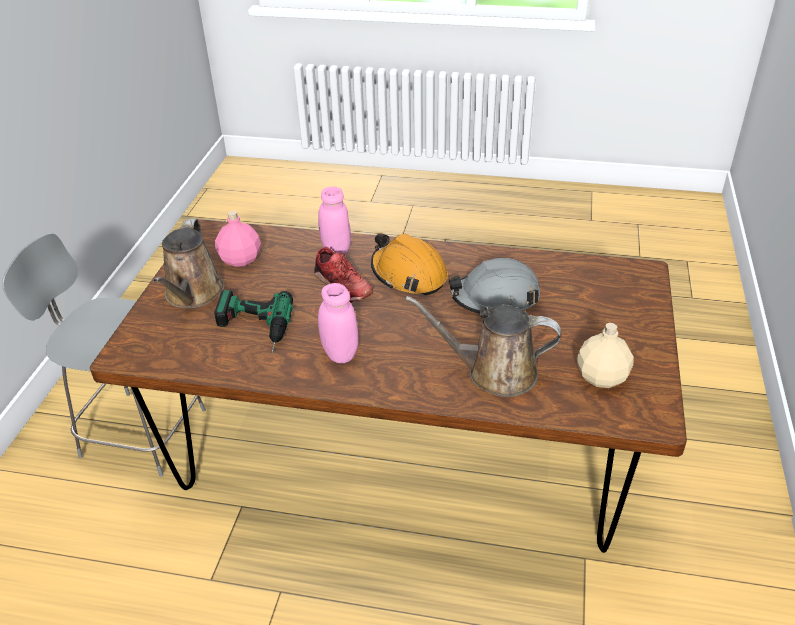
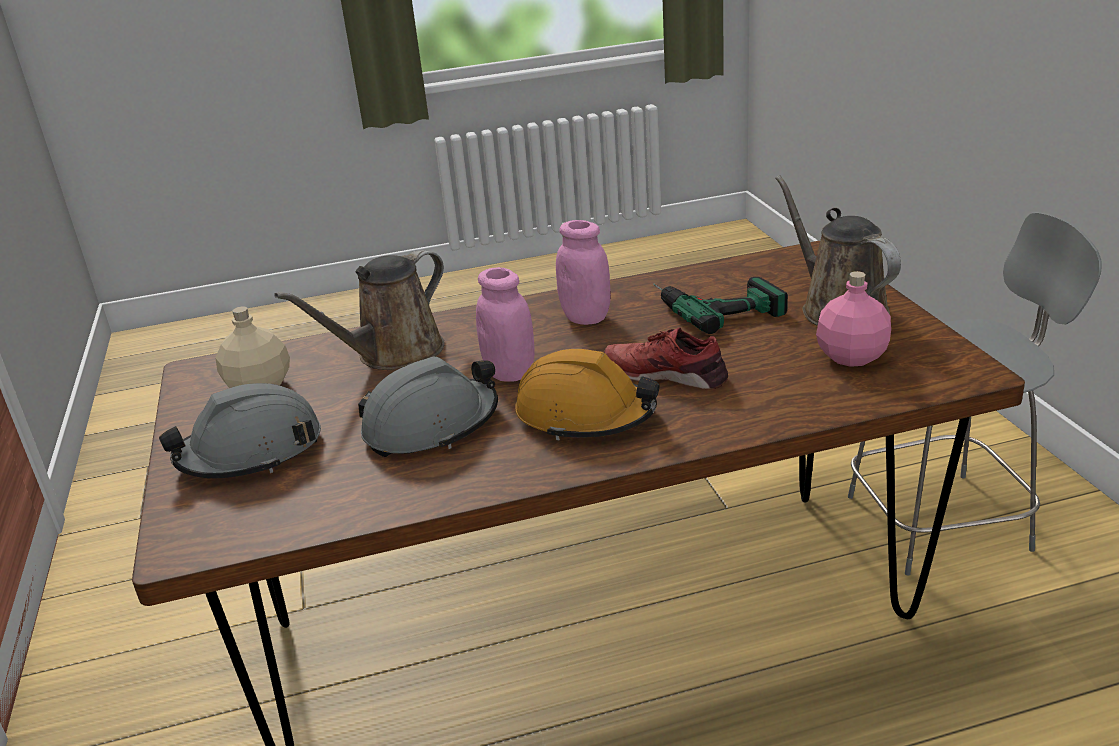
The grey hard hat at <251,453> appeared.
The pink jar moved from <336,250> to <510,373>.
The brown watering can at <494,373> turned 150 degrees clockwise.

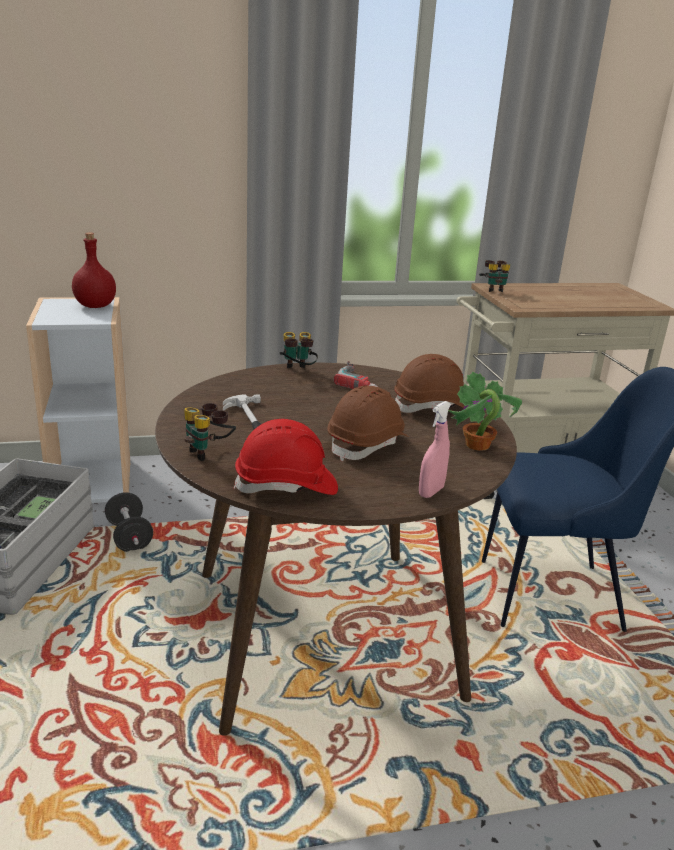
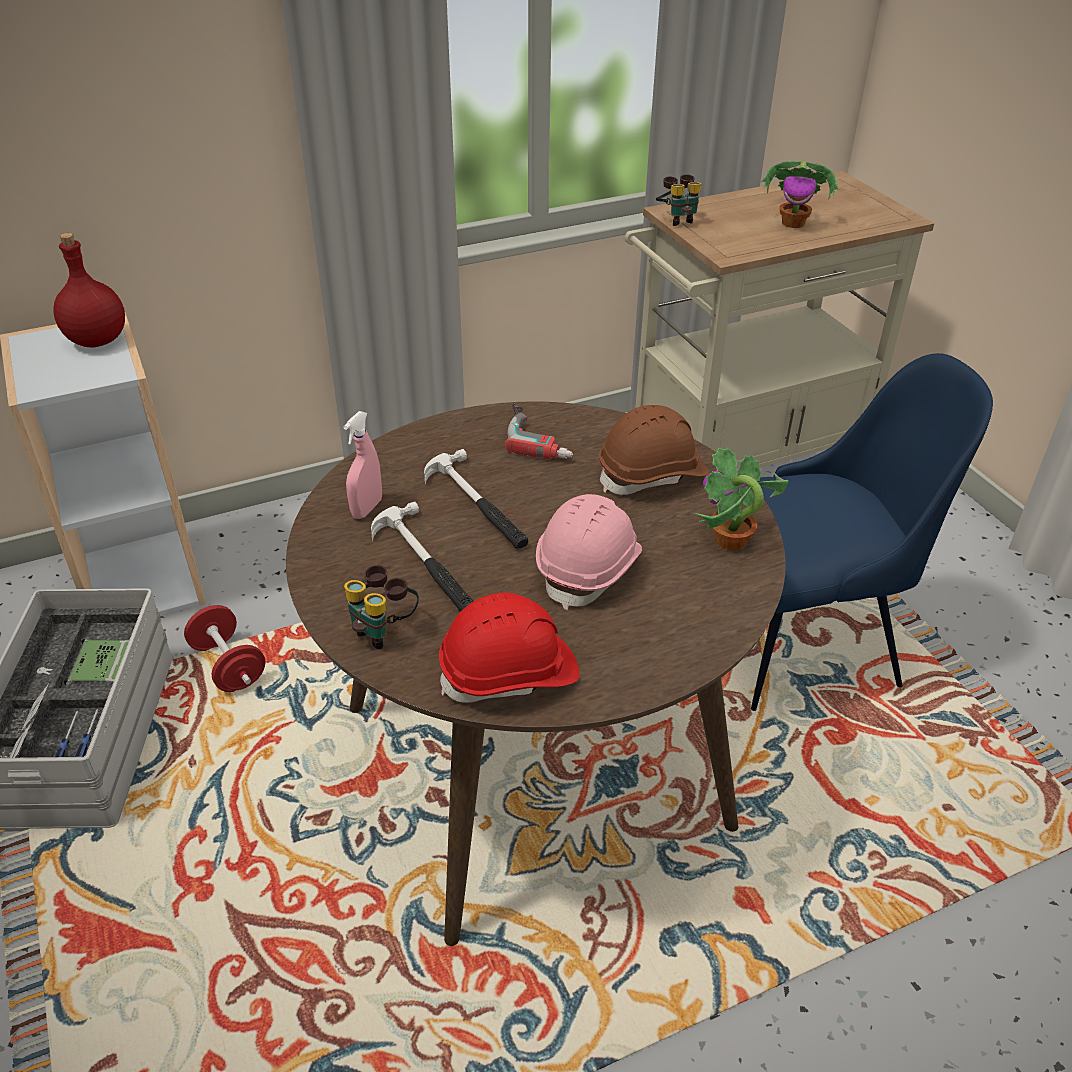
The binoculars at <297,371> disappeared.
The hammer at <477,505> appeared.
The potted plant at <794,223> appeared.
The pink spray bottle moved from <431,492> to <367,508>.
The black dumbbell at <129,537> became the red dumbbell at <229,666>.
The brown hard hat at <368,444> became the pink hard hat at <590,569>.

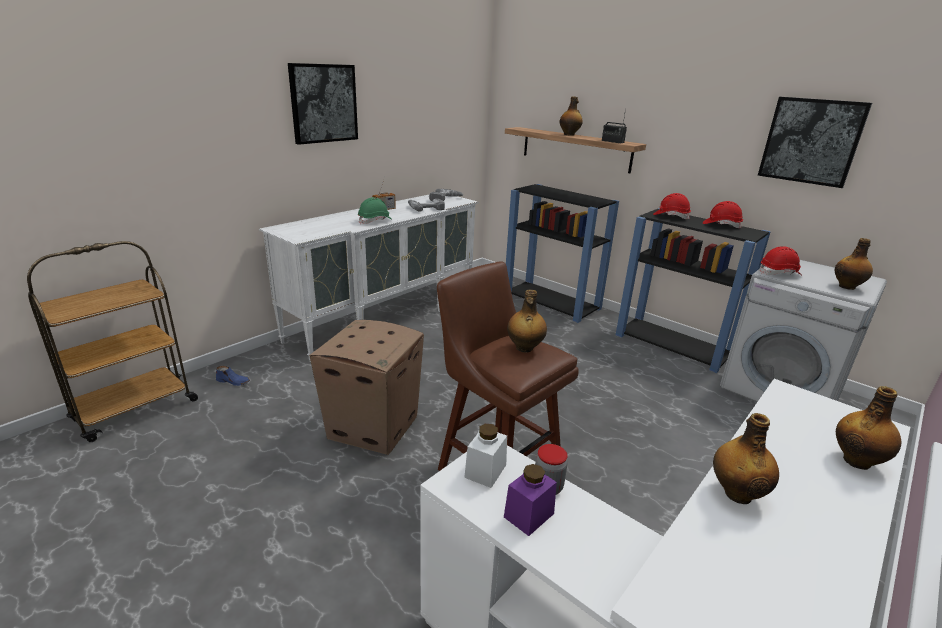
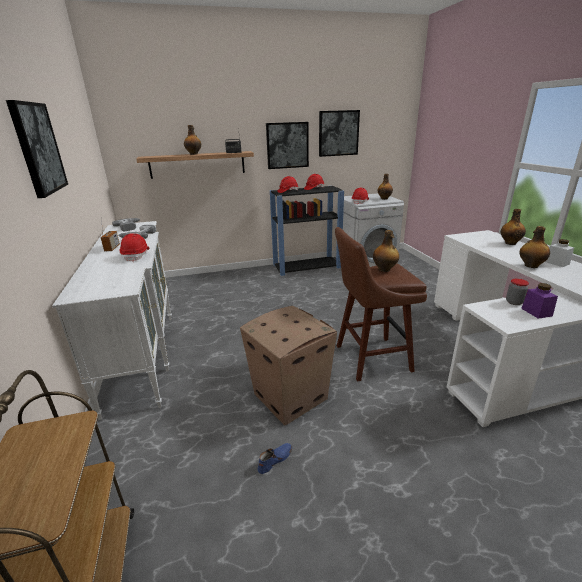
The black bookcase at <551,302> disappeared.
The picture at <287,145> appeared.
The blue shoe moved from <233,381> to <274,460>.
The white jar moved from <485,471> to <557,263>.
The green hard hat at <375,221> became the red hard hat at <136,256>.

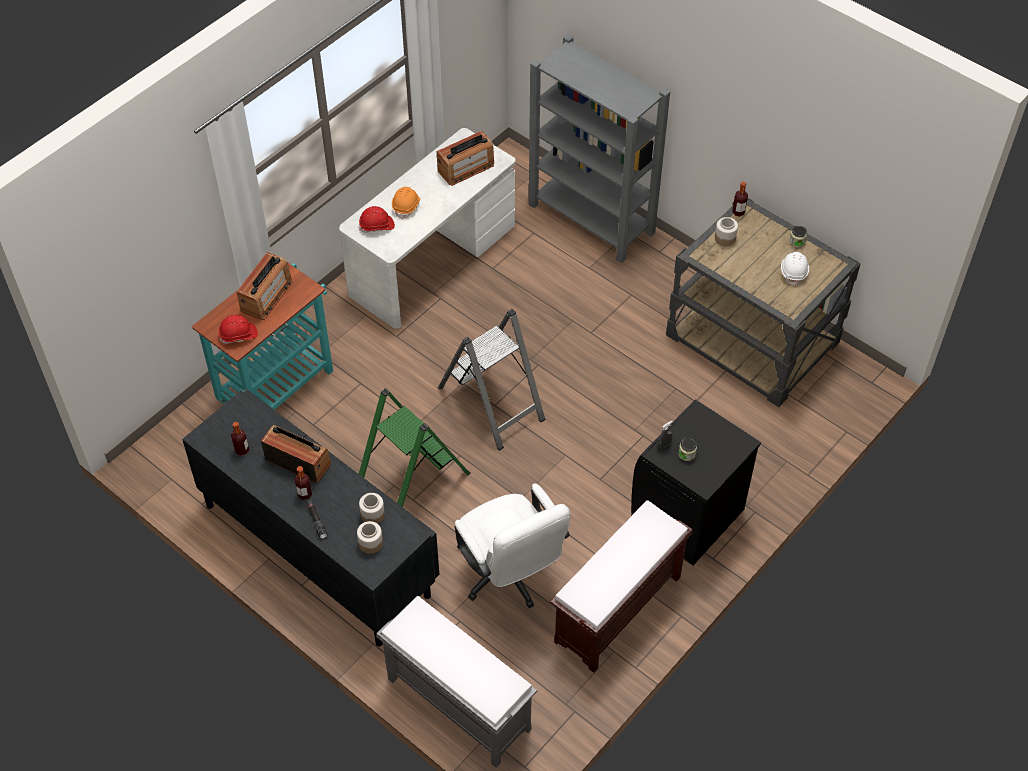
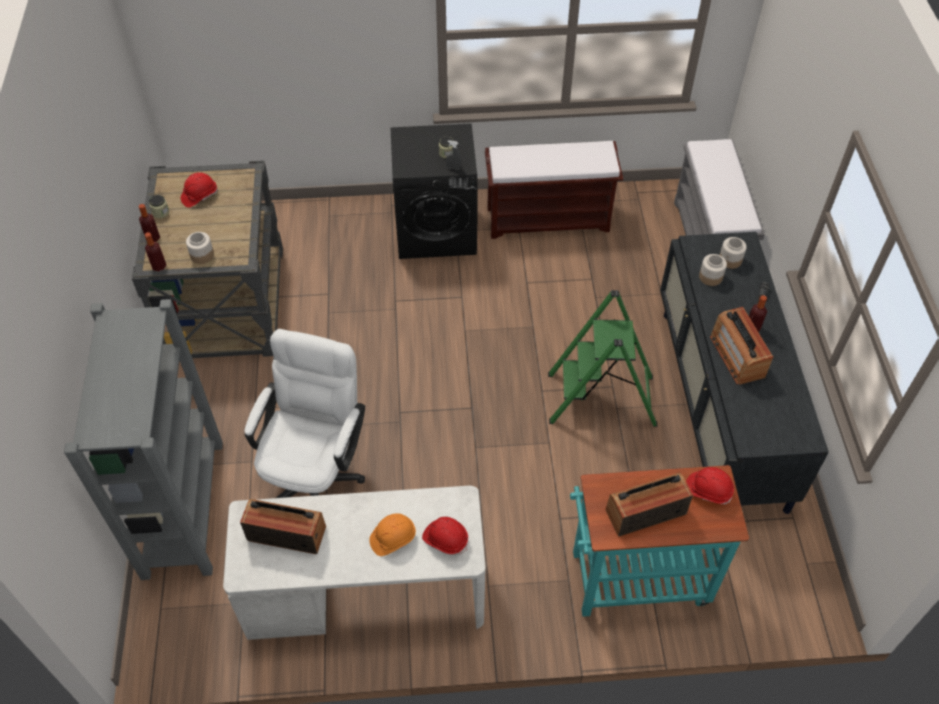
The grey step ladder at <491,404> disappeared.
The bottle moved from <242,450> to <153,238>.
The white office chair moved from <510,575> to <316,473>.
The white hard hat at <794,272> became the red hard hat at <199,196>.

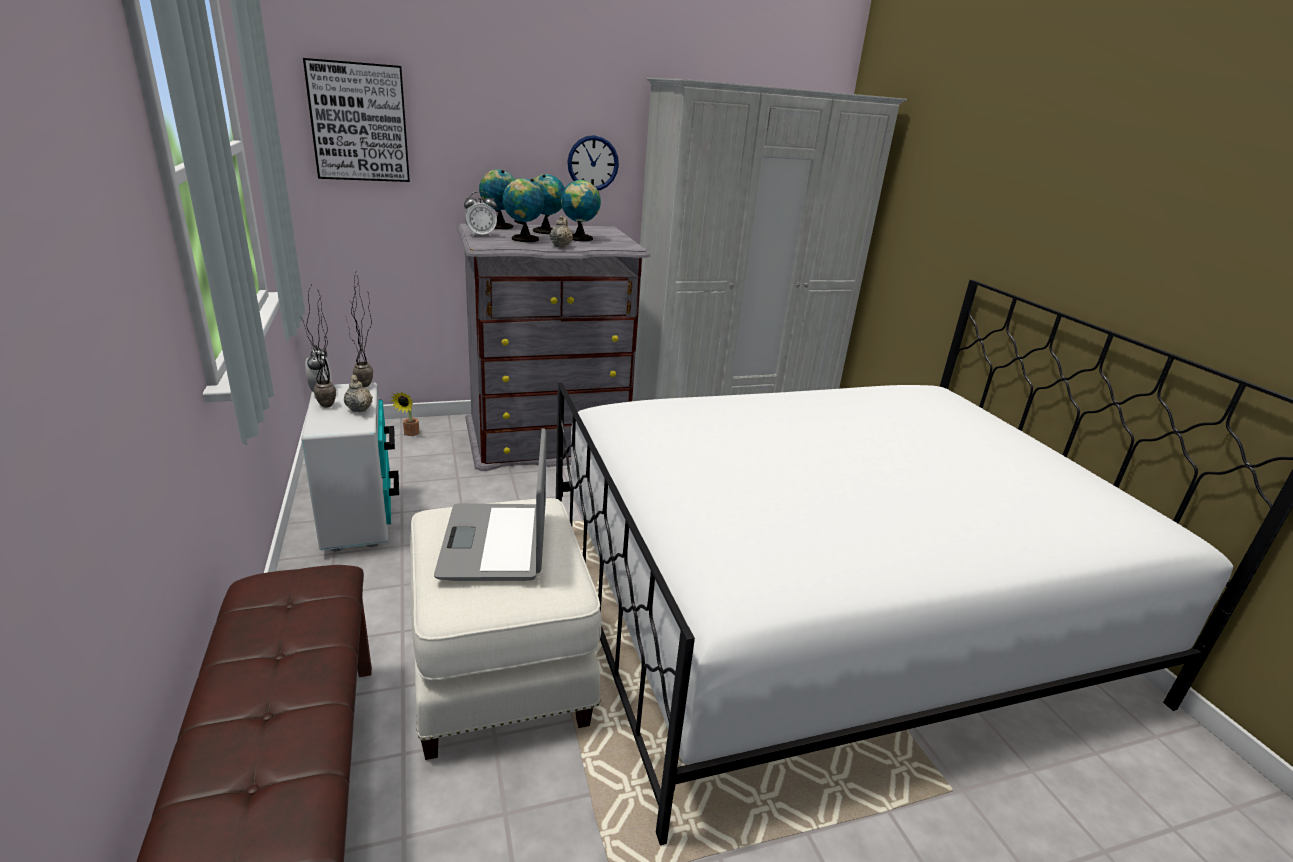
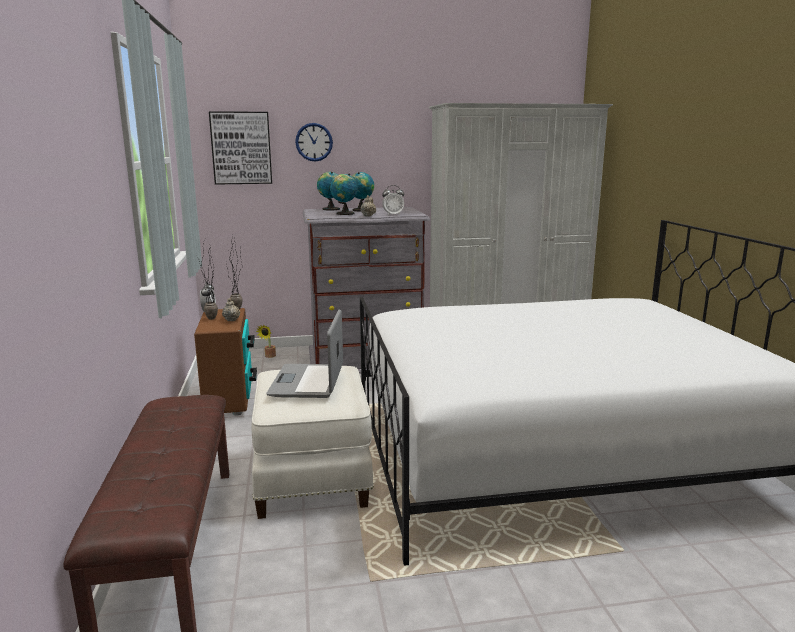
The globe at <579,238> disappeared.
The alarm clock moved from <481,235> to <393,215>.
The wall clock moved from <593,163> to <314,142>.
The white nightstand at <359,521> became the brown nightstand at <230,402>.

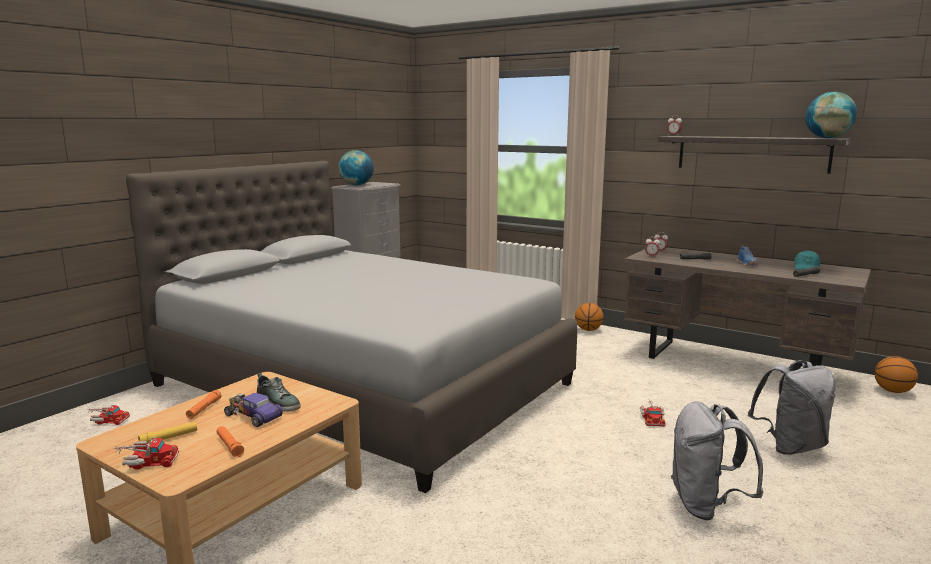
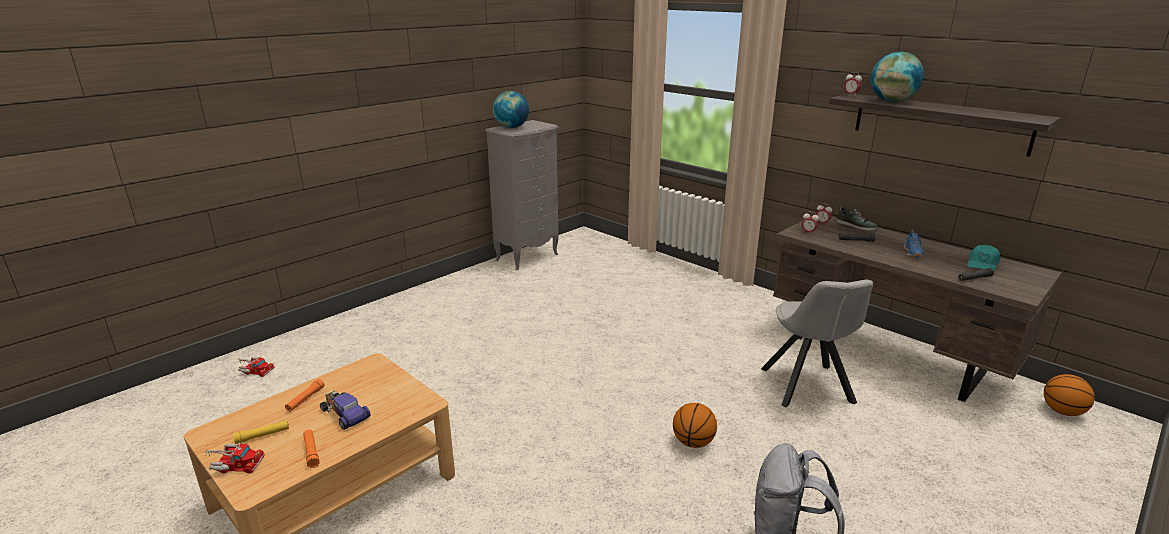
The grey bed at <362,384> disappeared.
The toy truck at <652,418> disappeared.
The grey backpack at <790,446> disappeared.
The grey chair at <807,387> appeared.
The shoe moved from <279,403> to <856,226>.
The basketball moved from <588,330> to <693,442>.
The globe moved from <827,138> to <892,101>.

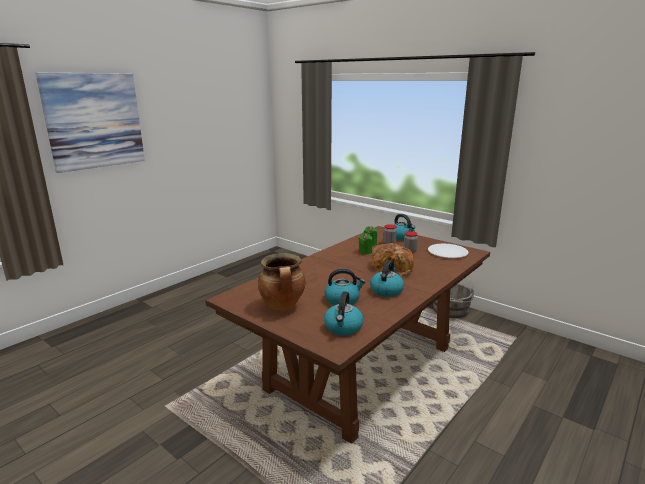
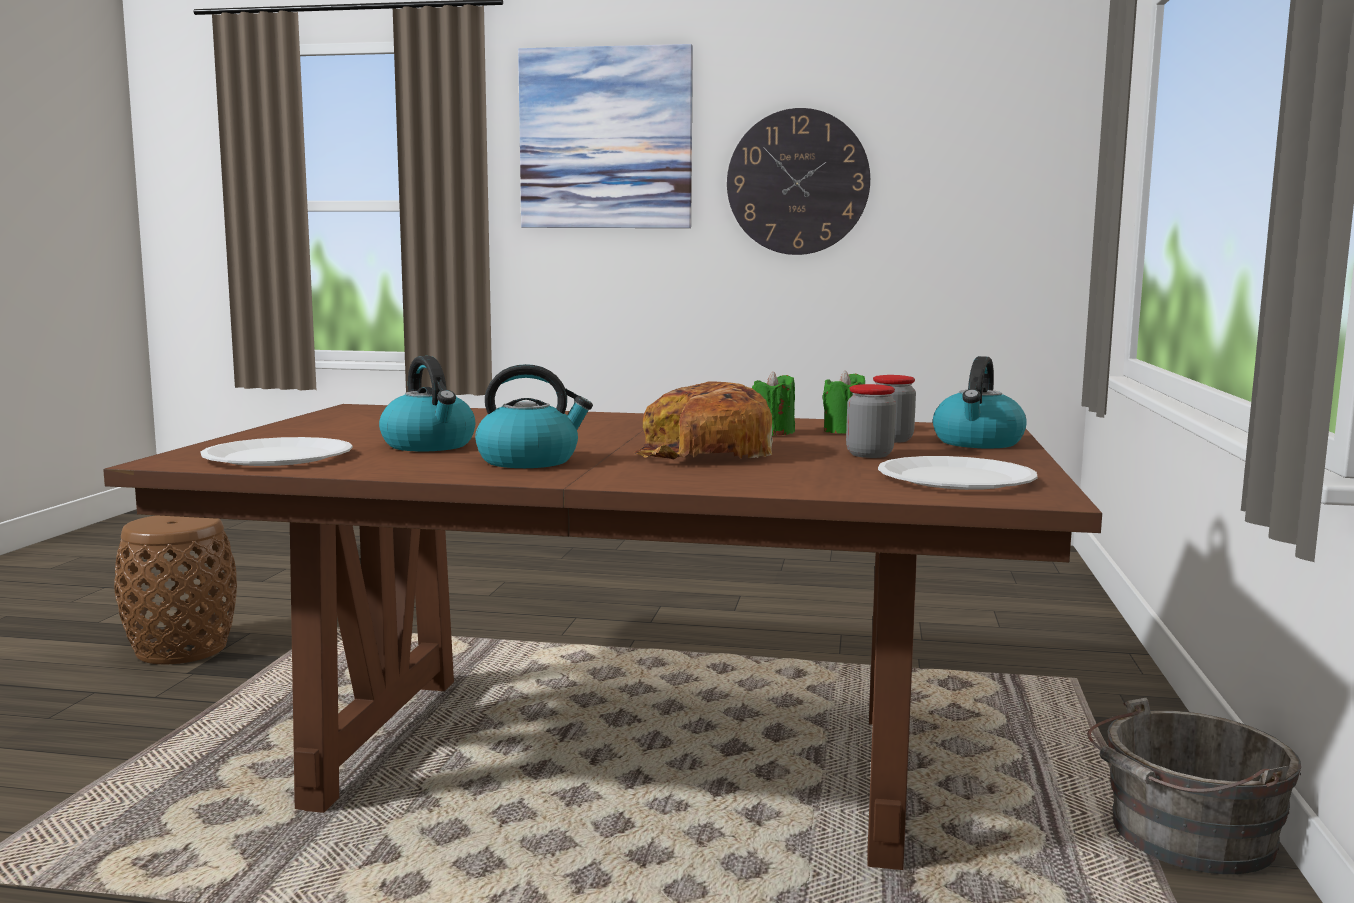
The cooking pot at <283,306> disappeared.
The brown stool at <182,650> appeared.
The wall clock at <798,182> appeared.
The kettle at <343,328> was replaced by the white plate at <278,456>.

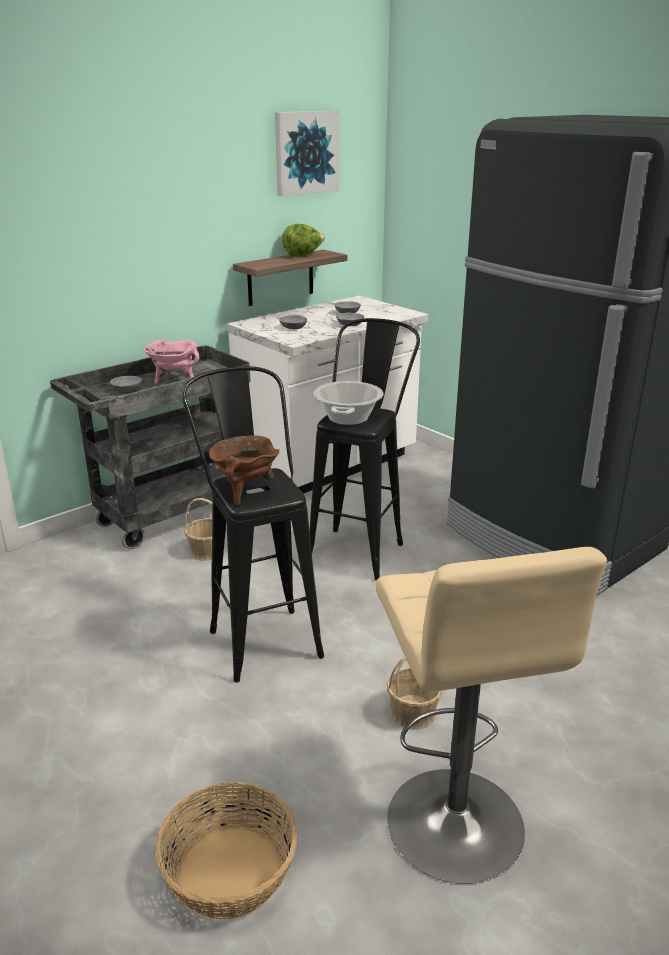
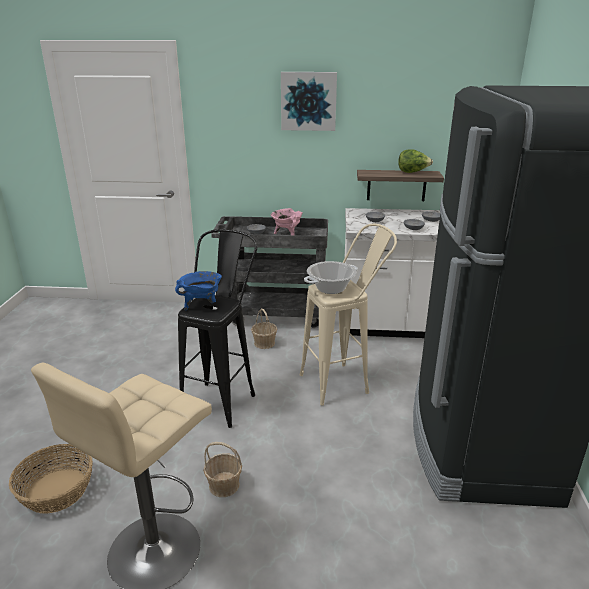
The picture moved from <306,152> to <308,101>.
The brown cooking pot at <245,491> became the blue cooking pot at <202,305>.
The black stool at <361,546> became the beige stool at <343,381>.

